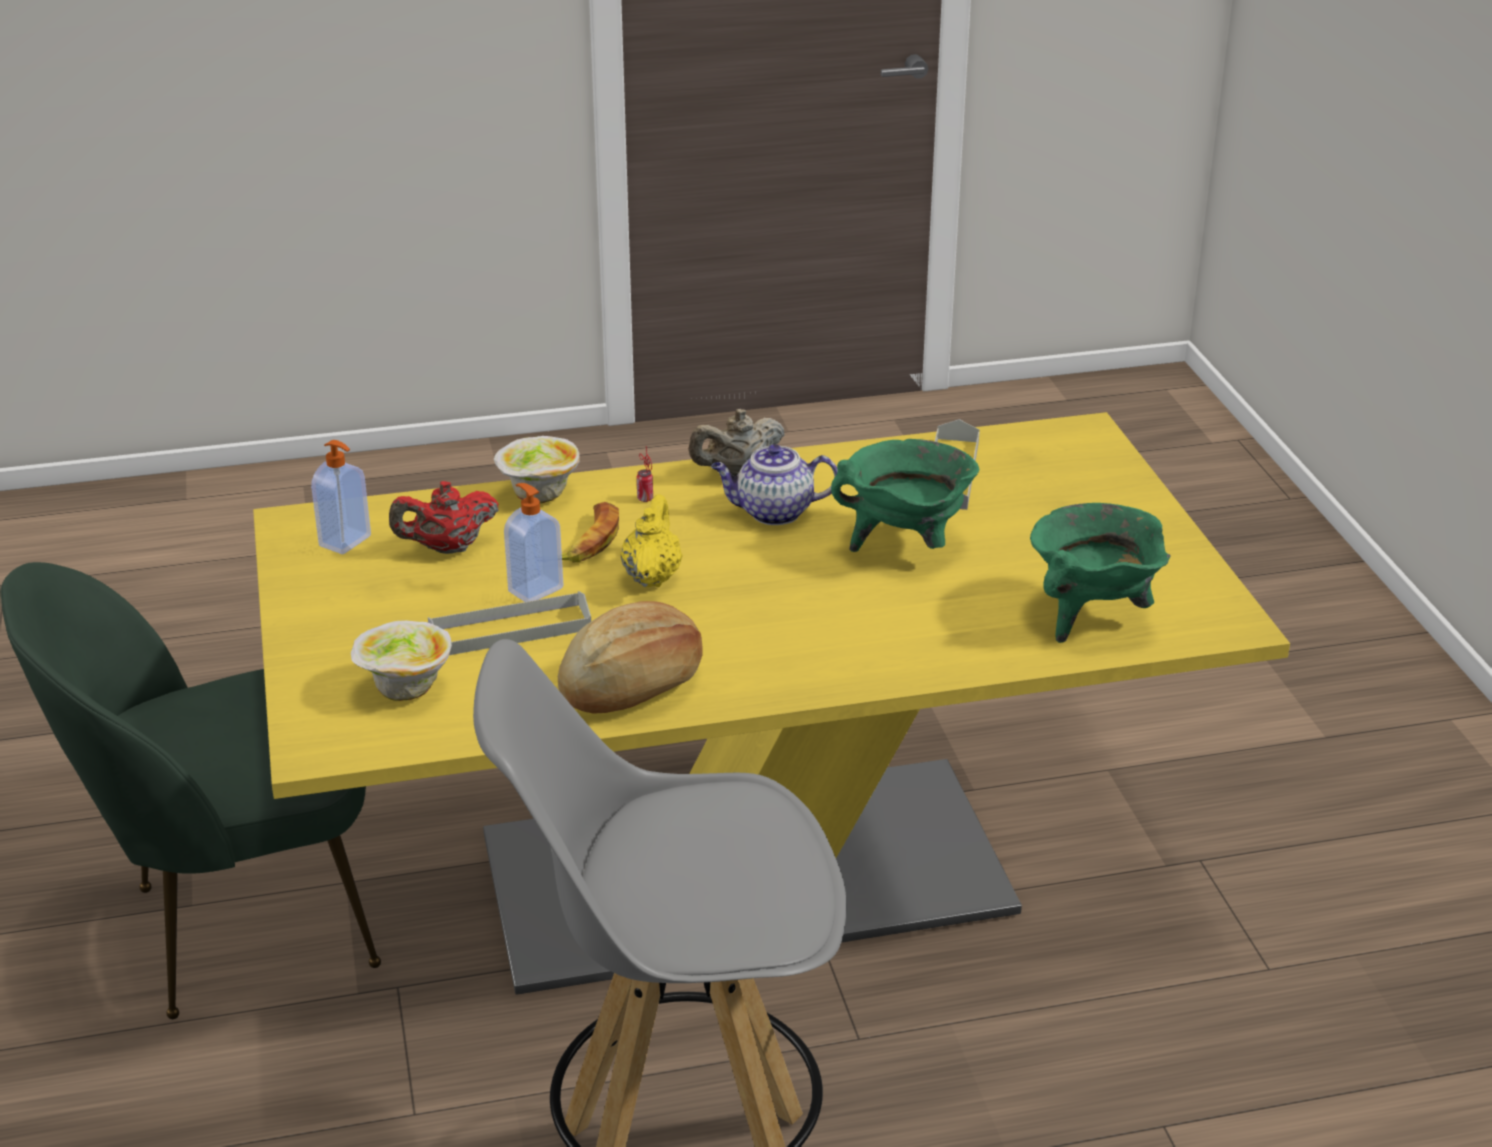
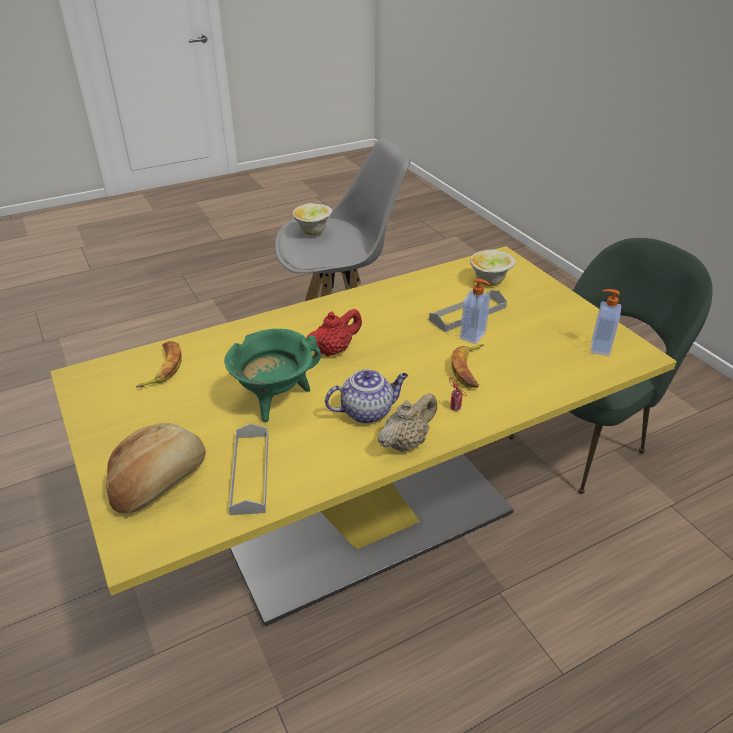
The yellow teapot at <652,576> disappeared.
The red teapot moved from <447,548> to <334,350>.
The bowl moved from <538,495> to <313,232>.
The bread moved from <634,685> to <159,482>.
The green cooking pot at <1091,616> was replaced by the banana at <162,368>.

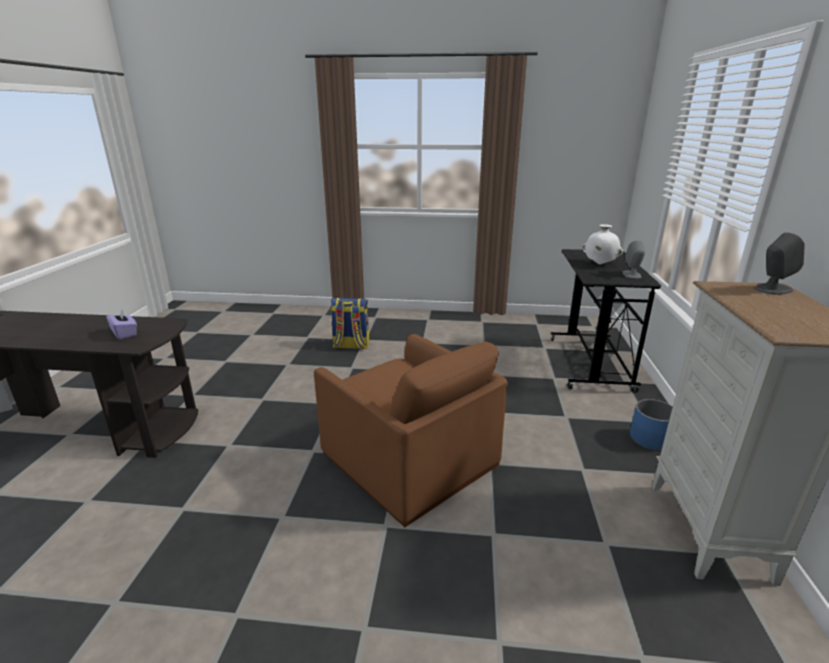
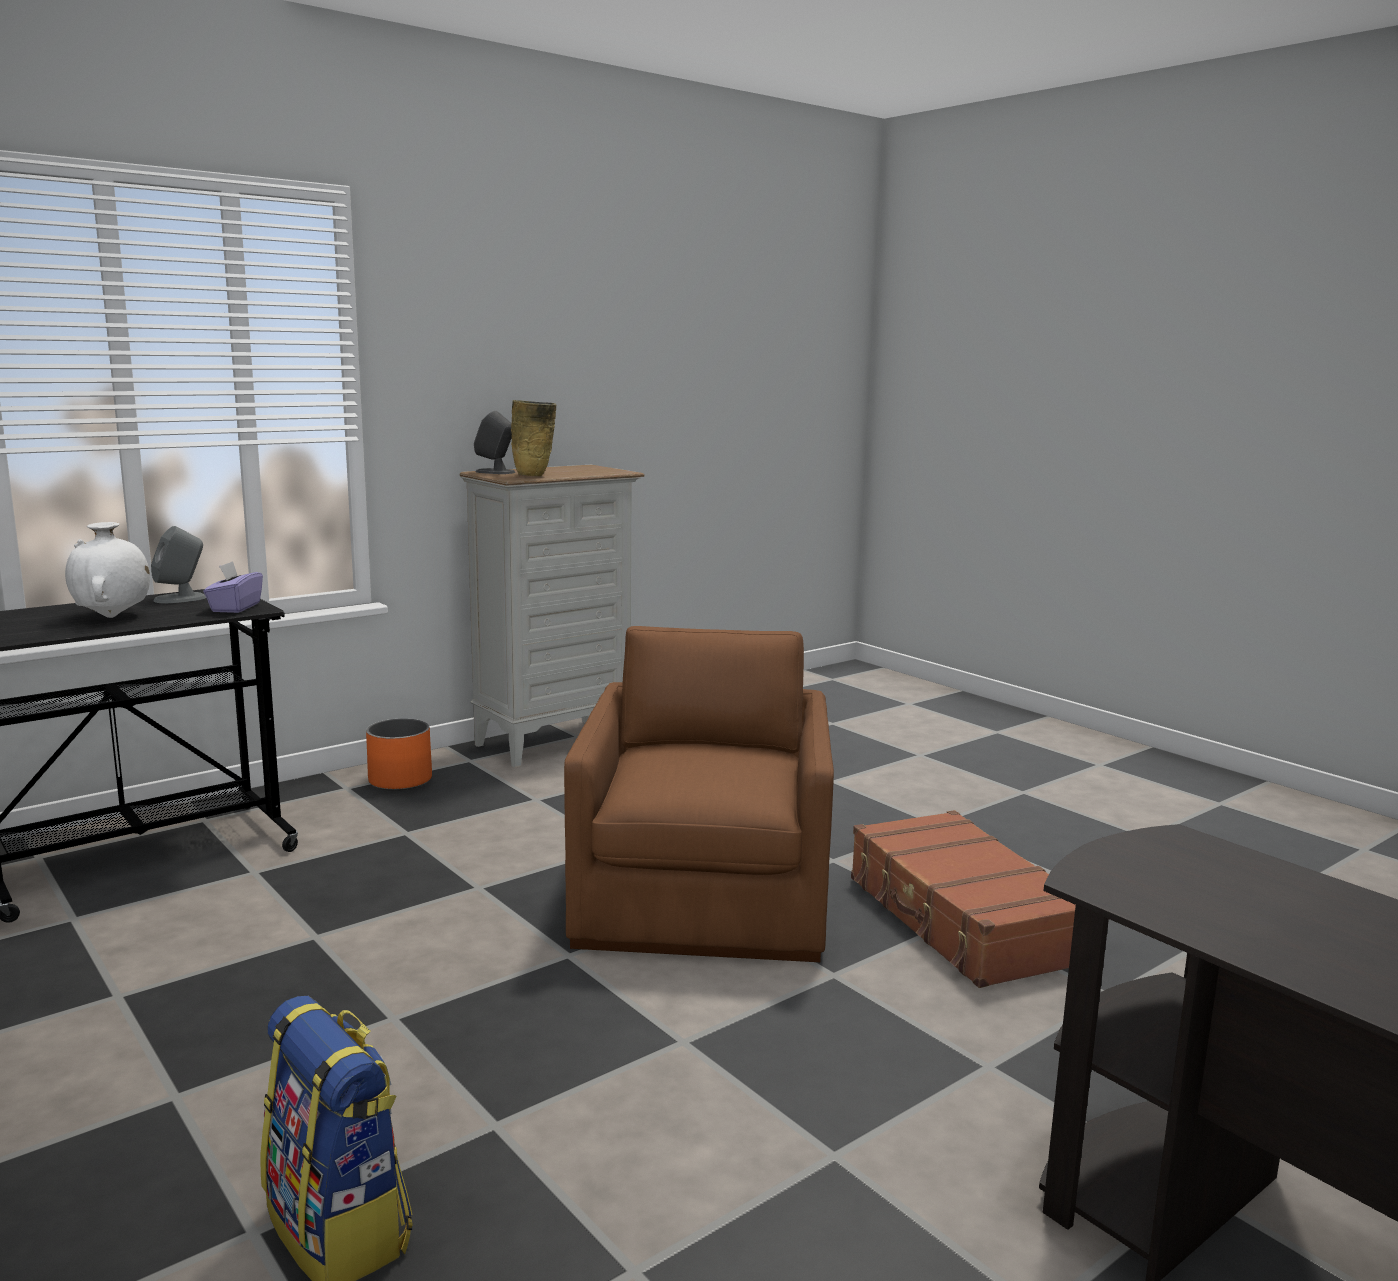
The beige vase at <534,476> appeared.
The brown suitcase at <961,920> appeared.
The purple tissue box moved from <125,333> to <235,608>.
The blue planter at <650,439> became the orange planter at <401,781>.

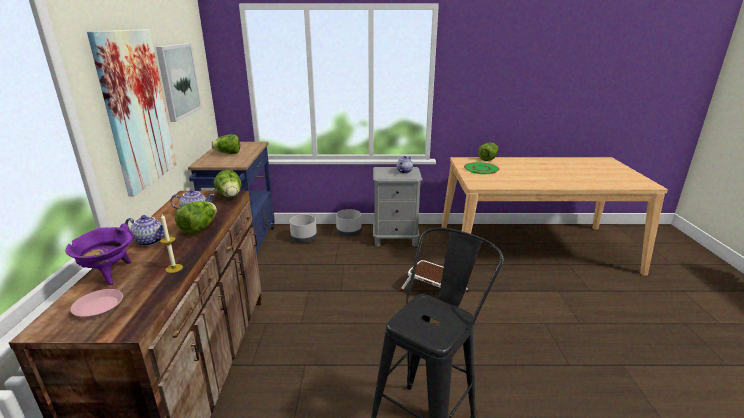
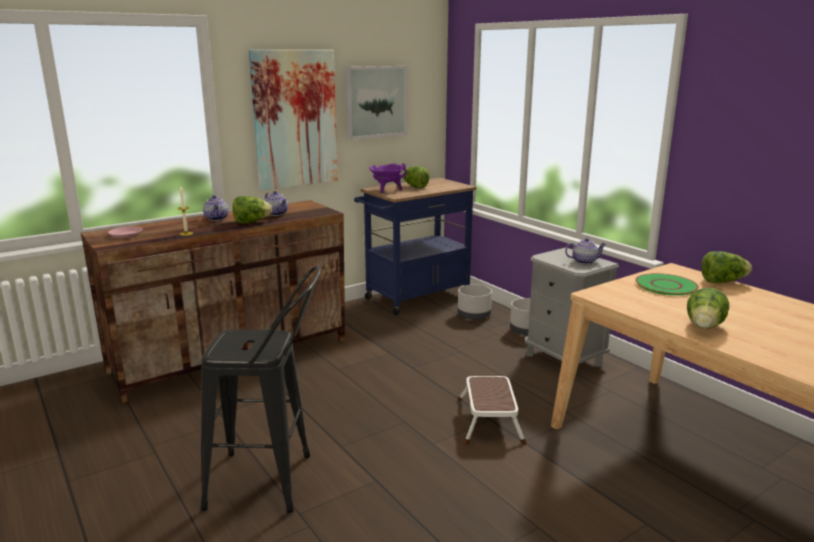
The purple cooking pot moved from <109,274> to <387,190>.
The lettuce moved from <230,196> to <704,327>.

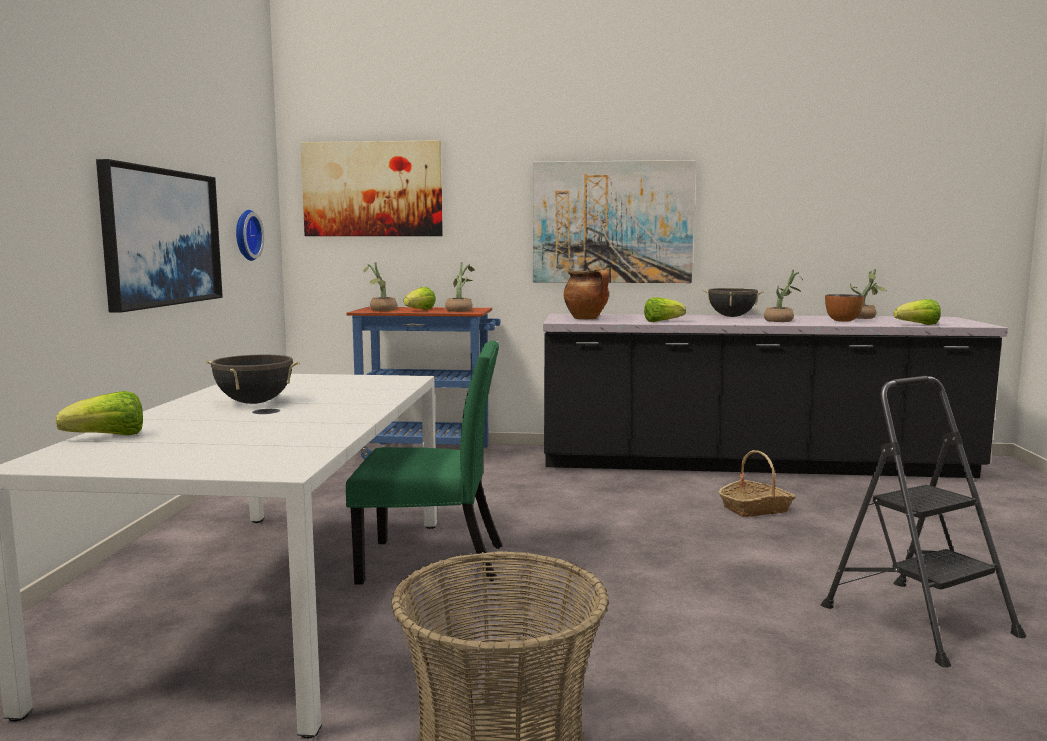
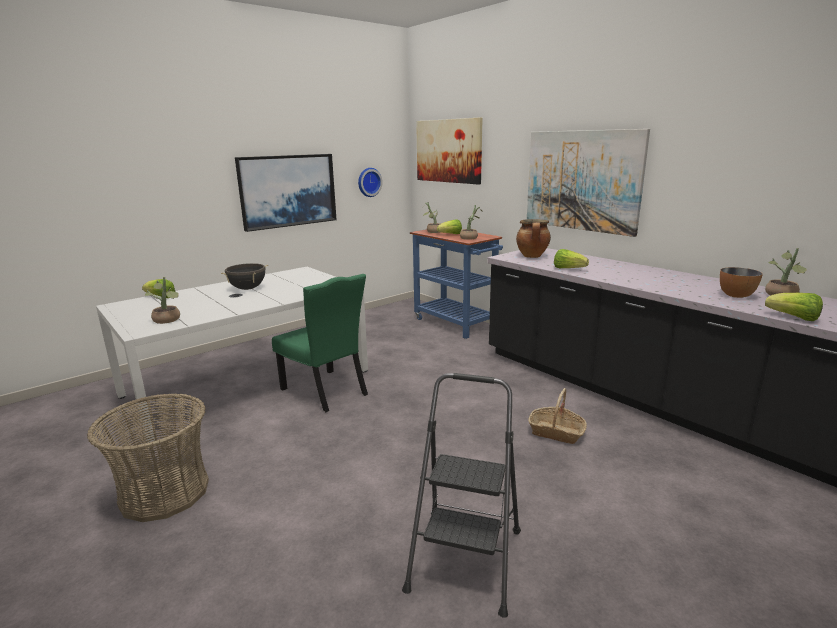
The black cooking pot at <731,316> disappeared.
The potted plant moved from <782,321> to <167,320>.

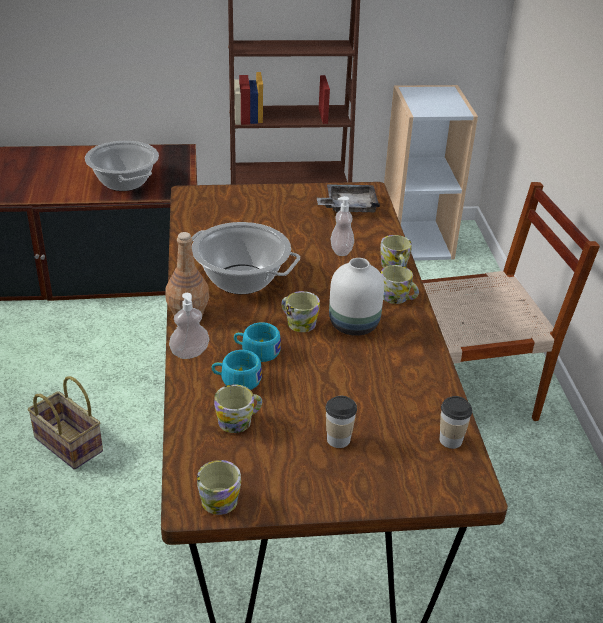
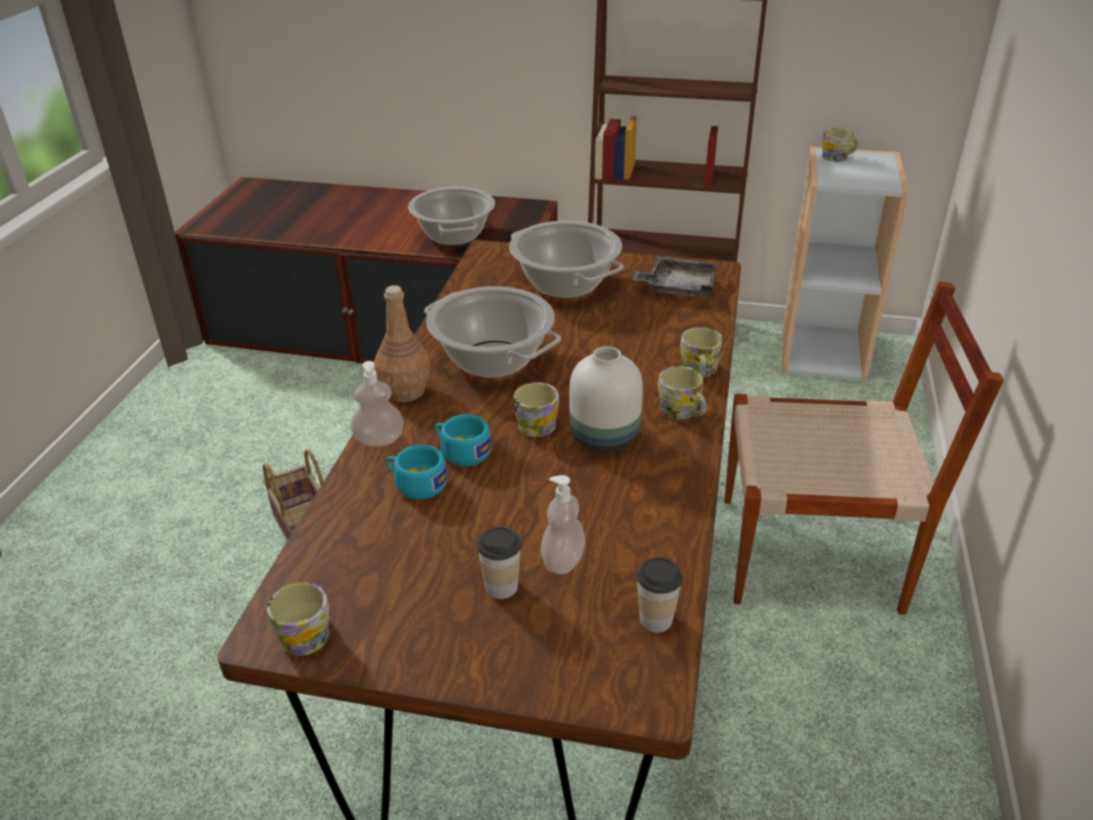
The cooking pot at <566,284> appeared.
The mug moved from <239,421> to <838,157>.
The soap dispenser moved from <341,251> to <563,561>.

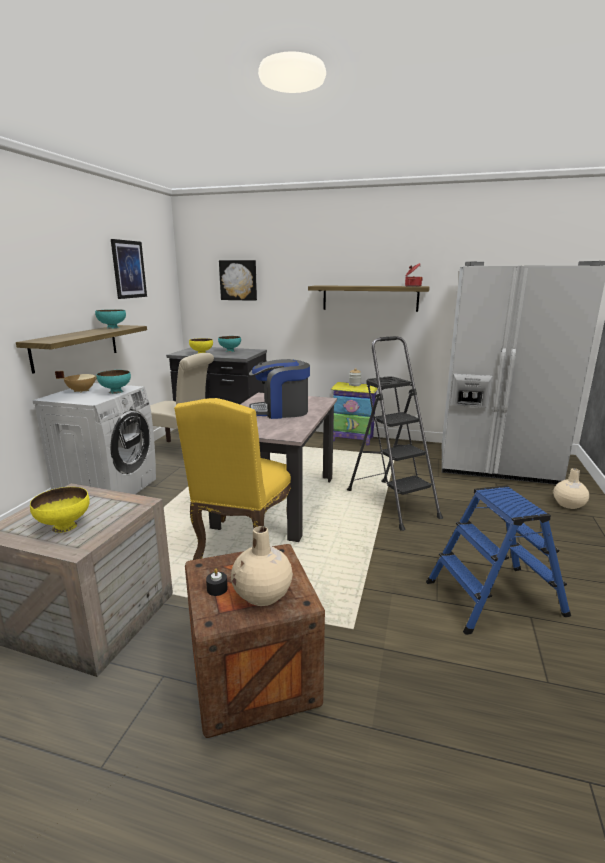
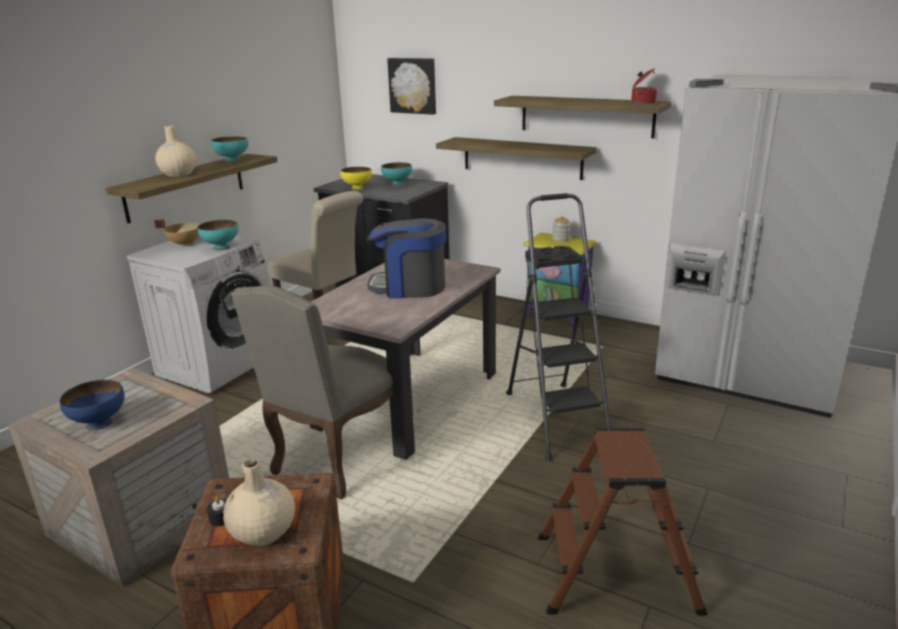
The picture at <128,269> disappeared.
The shelf at <522,158> appeared.
The beige vase moved from <568,504> to <178,174>.
The yellow bowl at <65,526> became the blue bowl at <99,423>.
The yellow chair at <243,548> became the grey chair at <337,459>.
The blue step ladder at <495,598> became the brown step ladder at <616,573>.

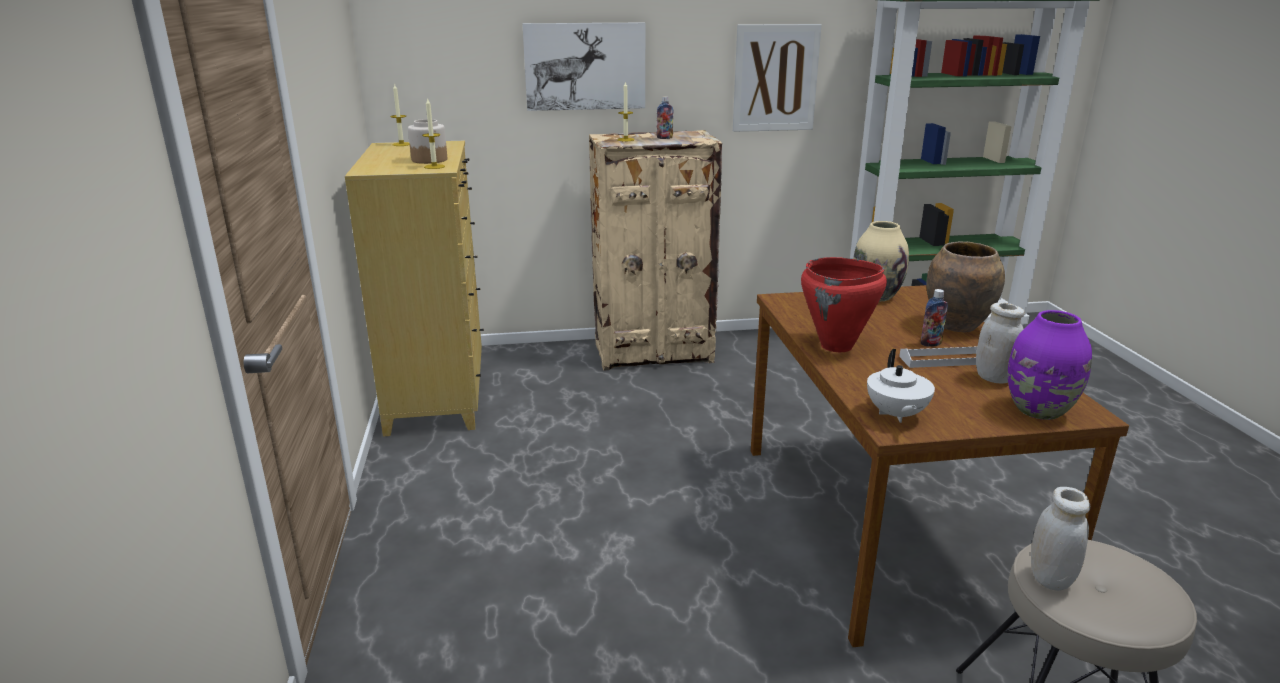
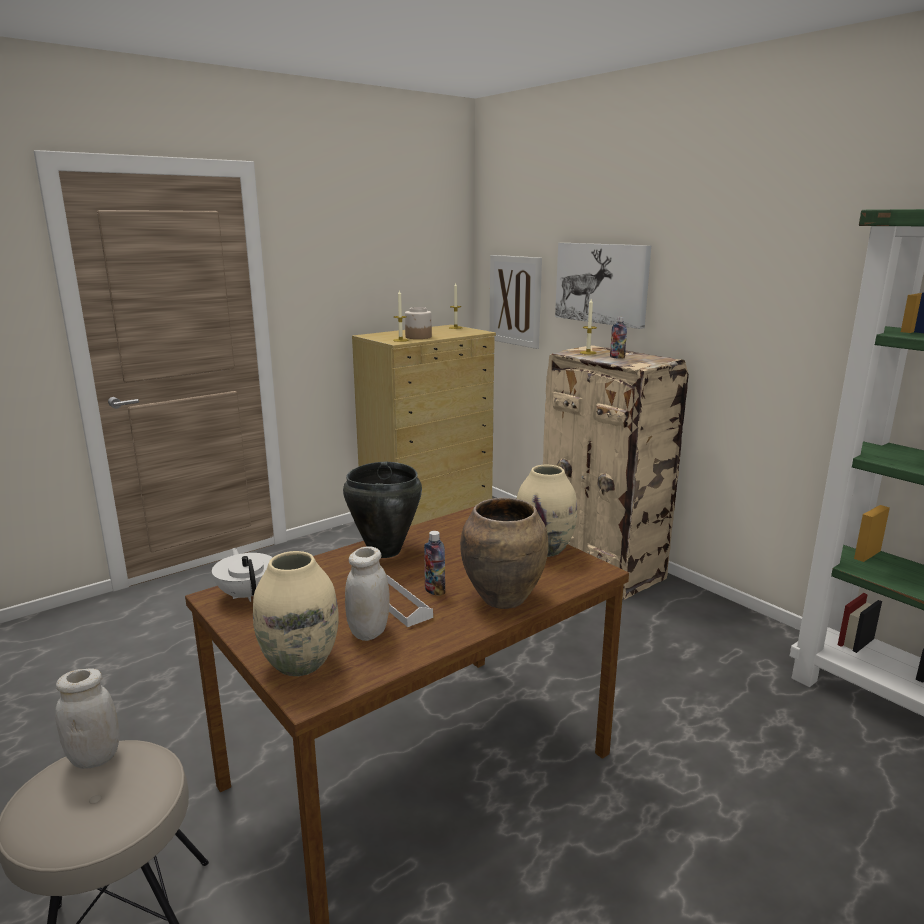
The picture moved from <775,78> to <515,300>.
The red cooking pot at <837,346> became the black cooking pot at <384,551>.
The purple vase at <1039,410> became the beige vase at <299,663>.
The white teapot at <895,415> turned 90 degrees clockwise.

